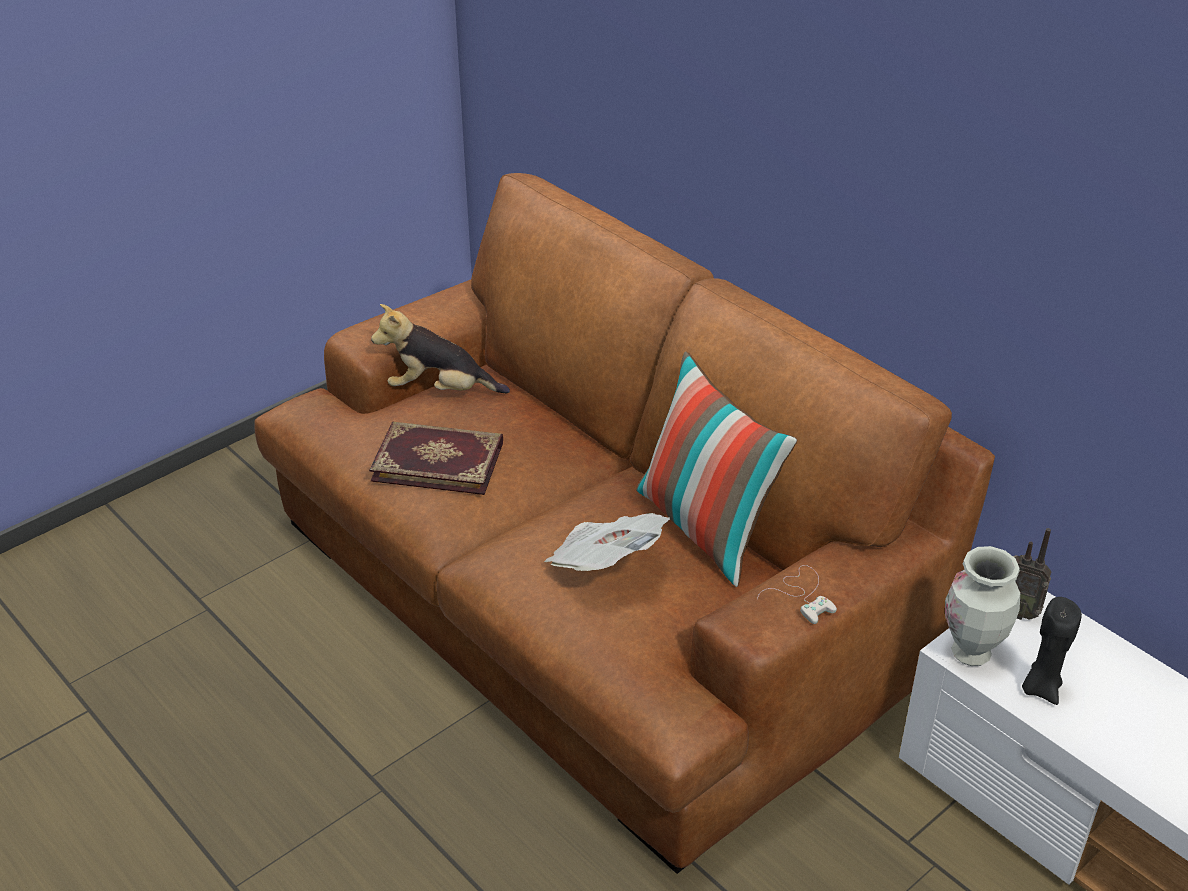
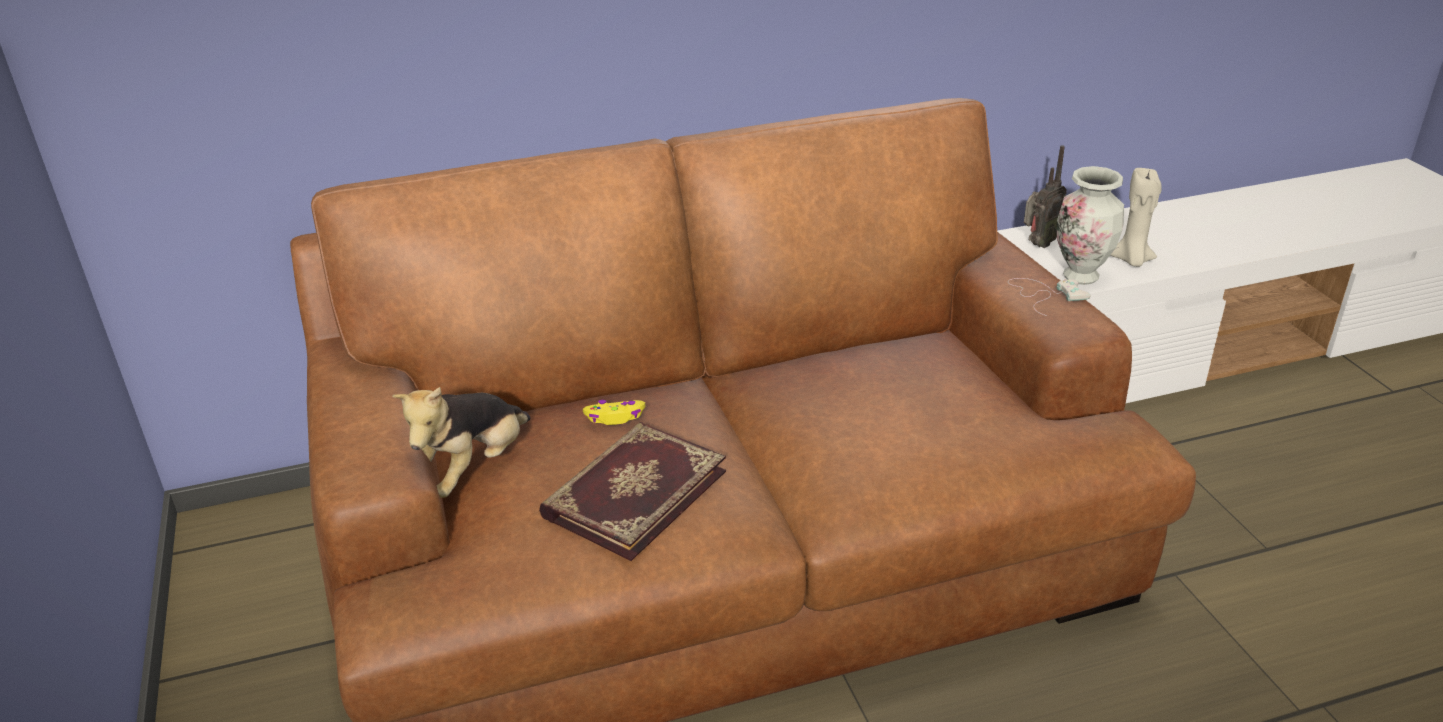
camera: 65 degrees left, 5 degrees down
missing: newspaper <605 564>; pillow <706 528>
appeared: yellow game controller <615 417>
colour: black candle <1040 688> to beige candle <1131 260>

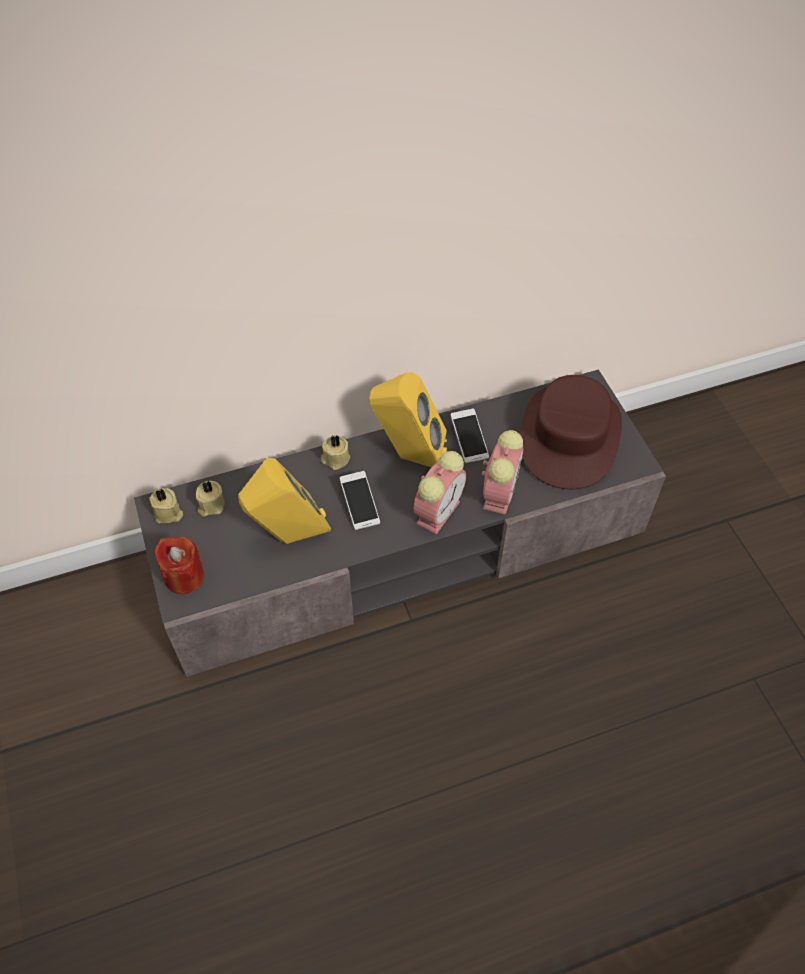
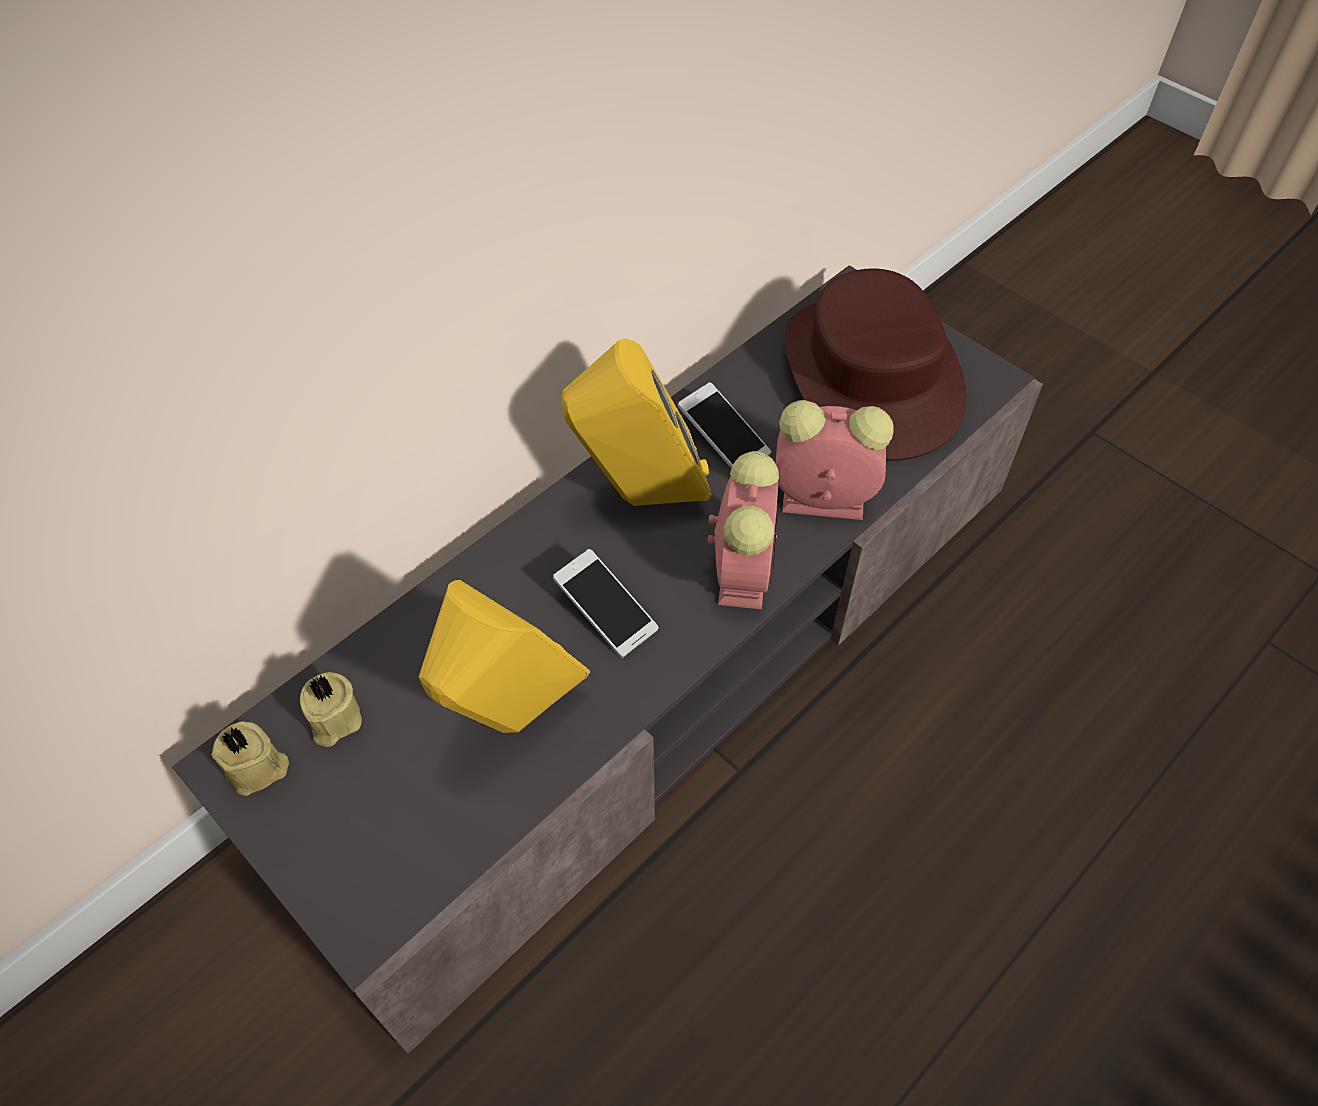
camera: 25 degrees left, 0 degrees up
missing: red candle <184 577>; beige candle <335 459>
spun: alarm clock <499 492> = <819 500> 75 degrees counterclockwise

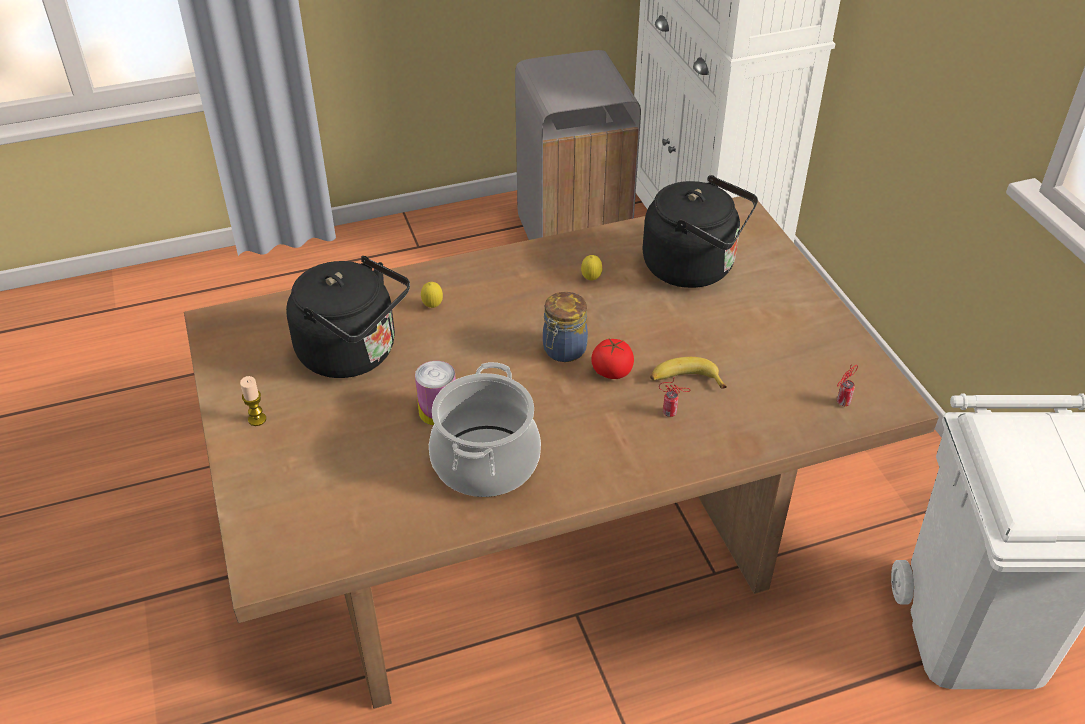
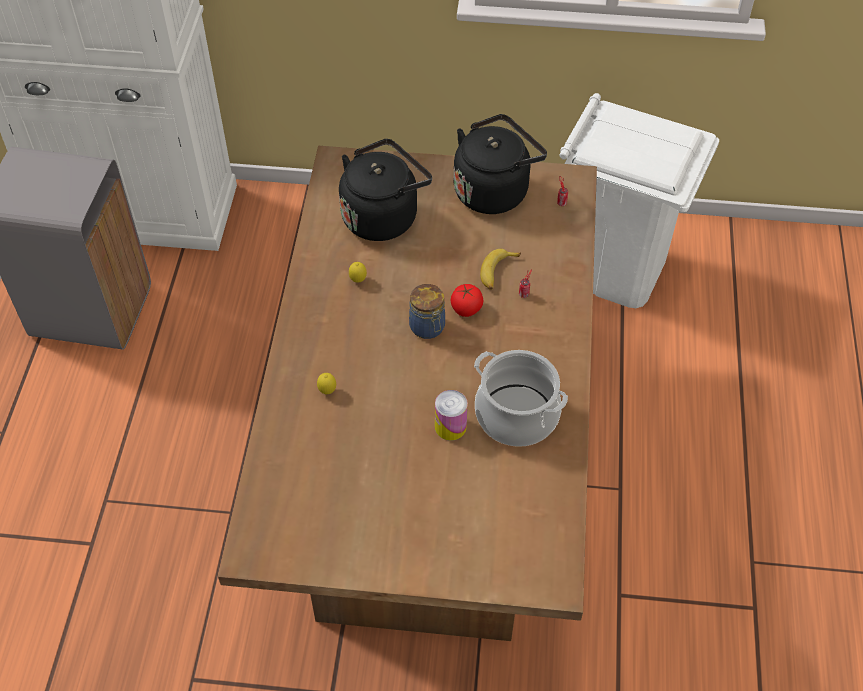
camera: 65 degrees left, 10 degrees up
missing: candle <257 419>
relocated: black kettle <354 353> to <494 190>

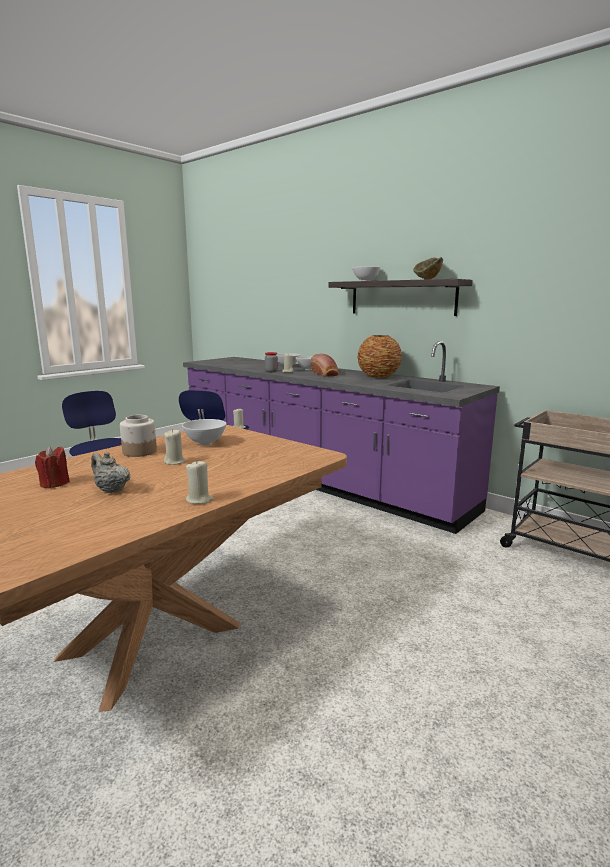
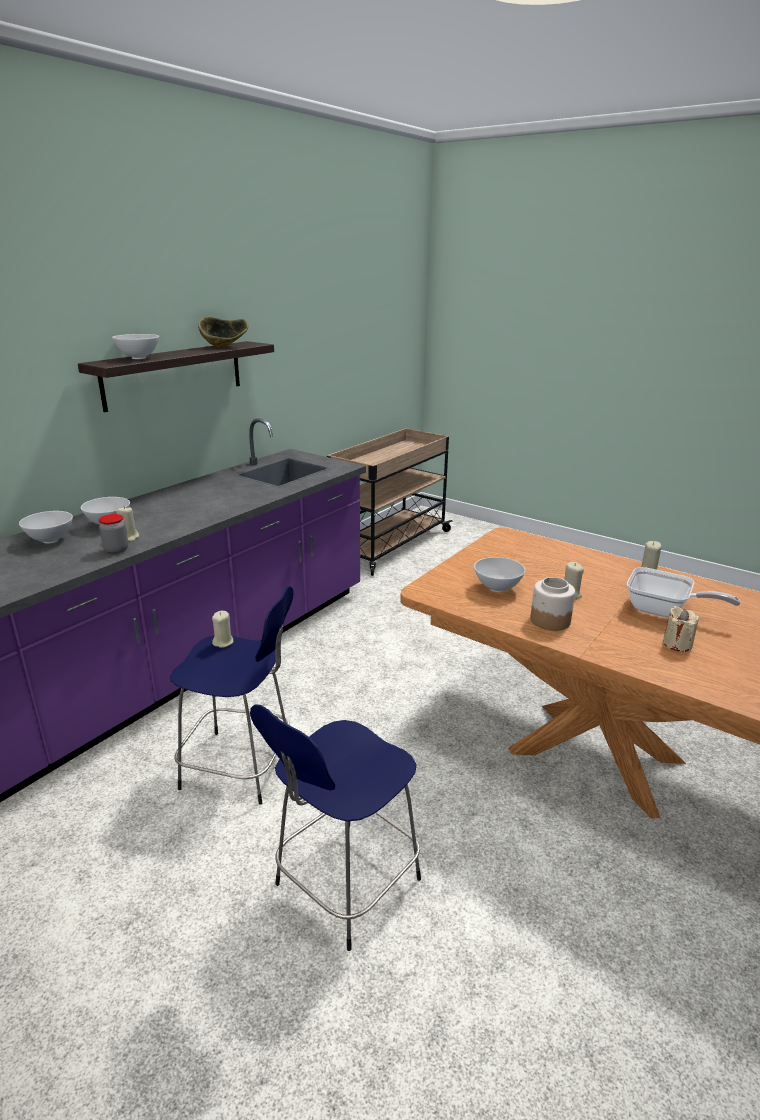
camera: 95 degrees left, 10 degrees up
missing: bread <325 374>; vase <378 376>
exchanged: beige teapot <111 490> to frying pan <663 611>
colour: red candle <54 483> to beige candle <677 644>

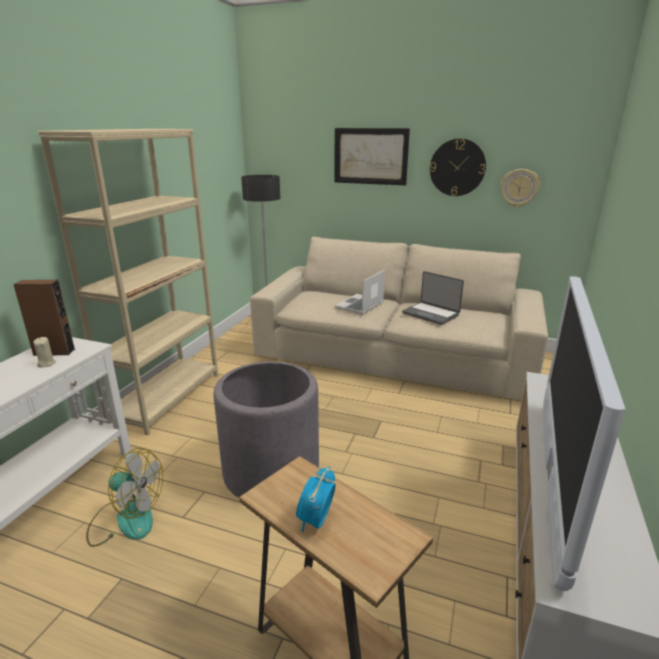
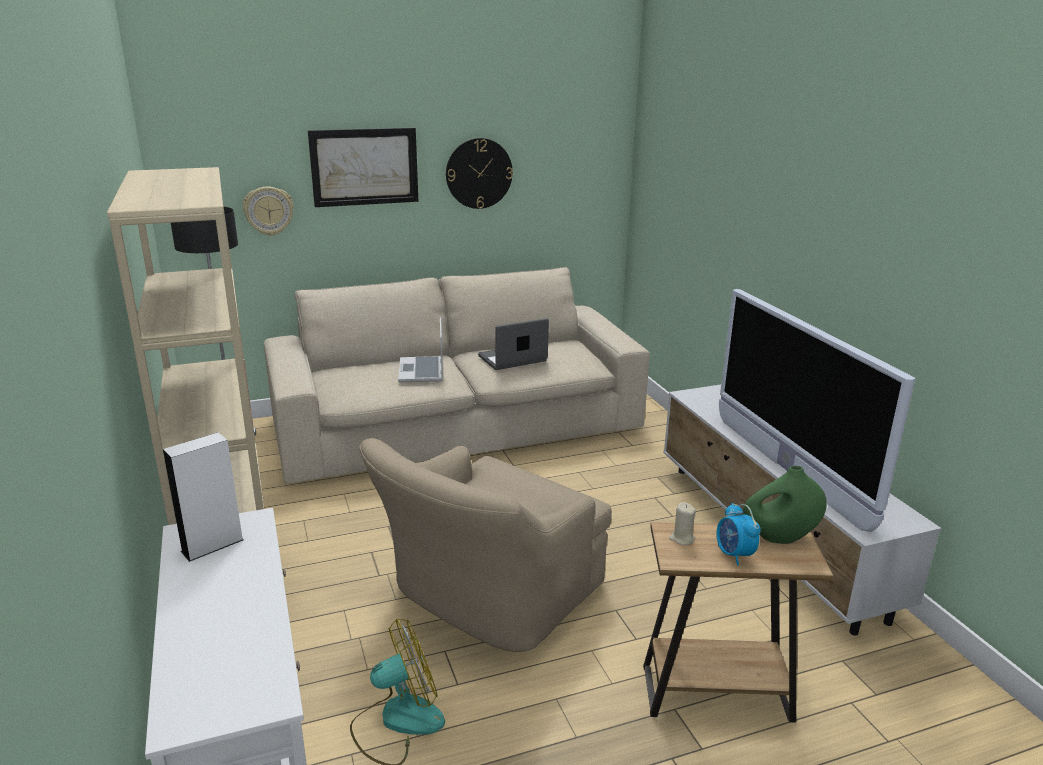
camera: 40 degrees left, 0 degrees up
appeared: green vase <779 537>
relocated: beige candle <46 363> to <682 539>; wall clock <519 188> to <268 211>
exchanged: grey planter <271 471> to beige armchair <487 596>
colour: brown speaker <54 352> to white speaker <212 545>
spun: laptop <431 314> = <513 359> 150 degrees clockwise

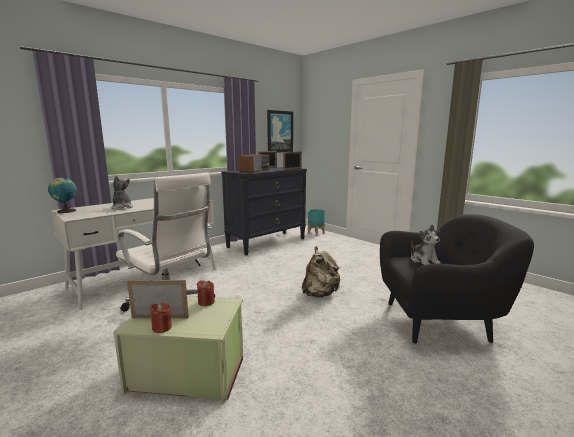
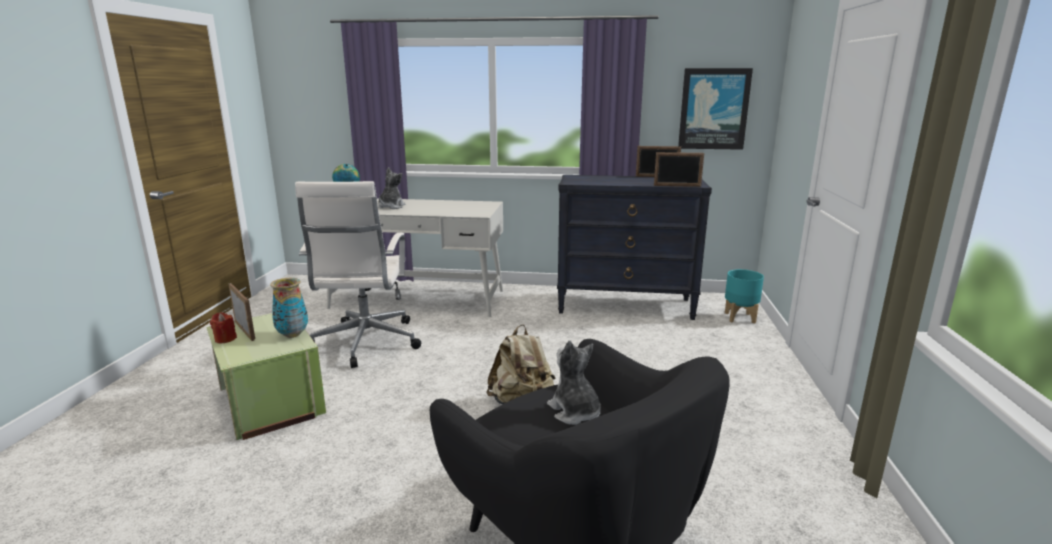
camera: 50 degrees right, 5 degrees up
missing: radio <255 171>
exchanged: red candle <206 302> to vase <292 335>
spun: plush toy <423 260> = <575 412> 120 degrees clockwise

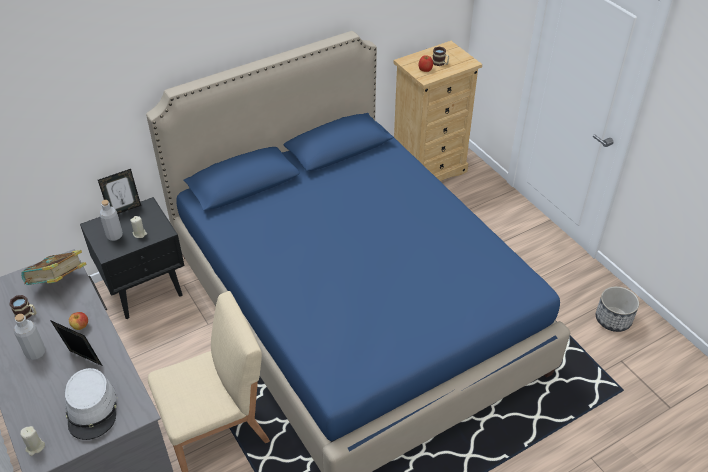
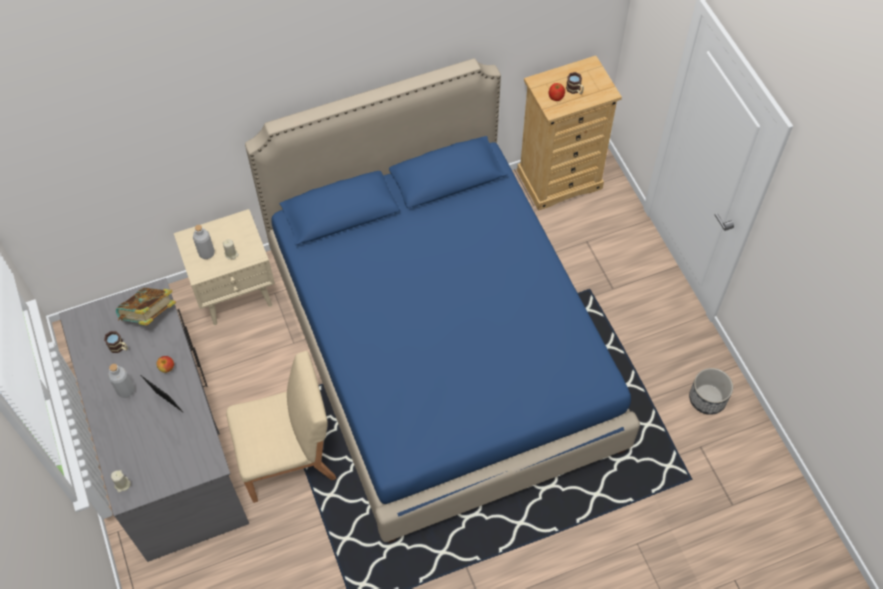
camera: 10 degrees right, 15 degrees up
missing: grey hat <92 409>; picture frame <124 209>
colour: black nightstand <146 289> to beige nightstand <236 293>

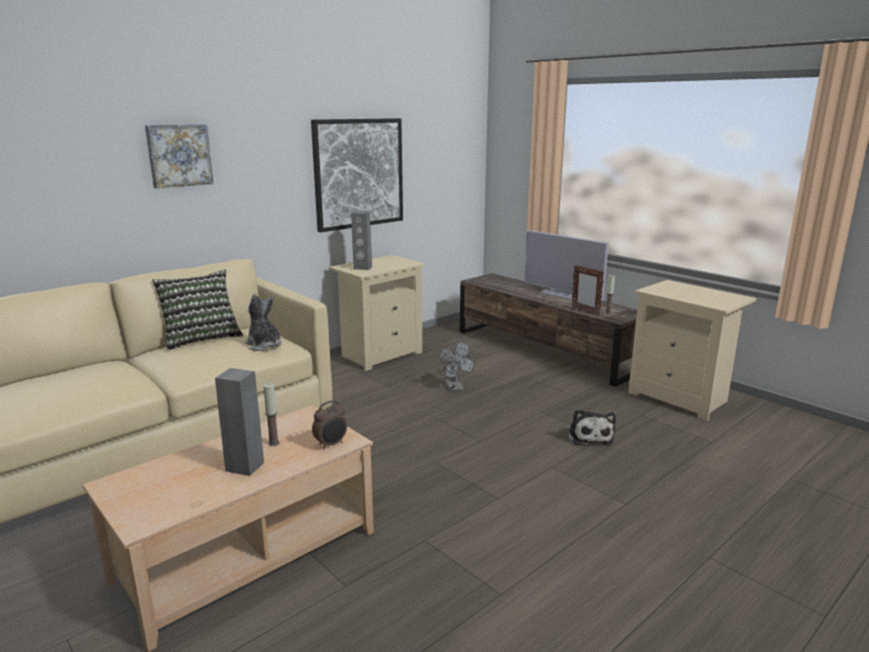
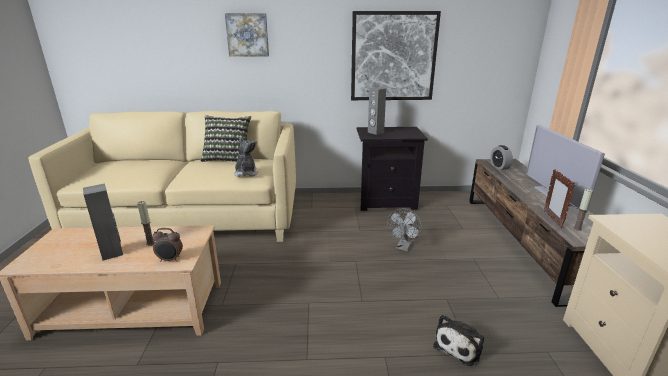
camera: 40 degrees right, 5 degrees up
appeared: alarm clock <499 166>
colour: beige nightstand <380 354> to black nightstand <386 201>

